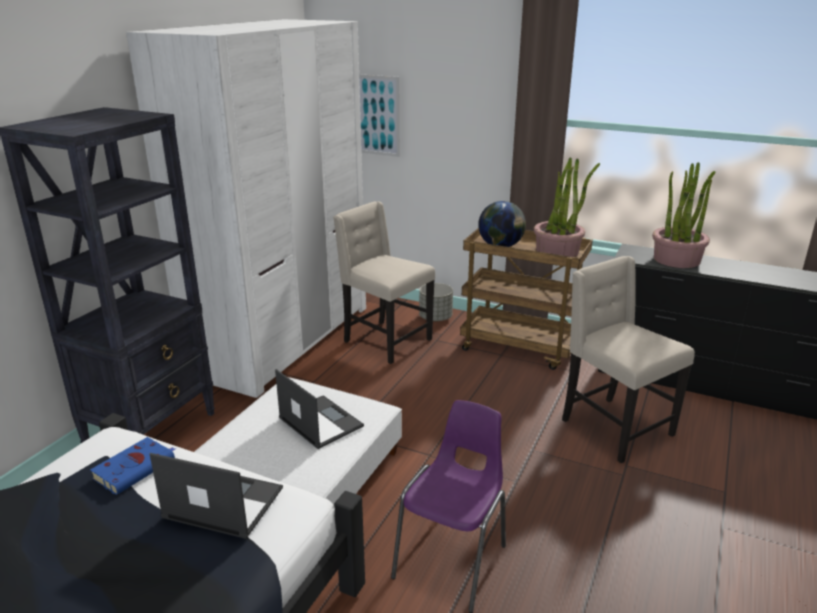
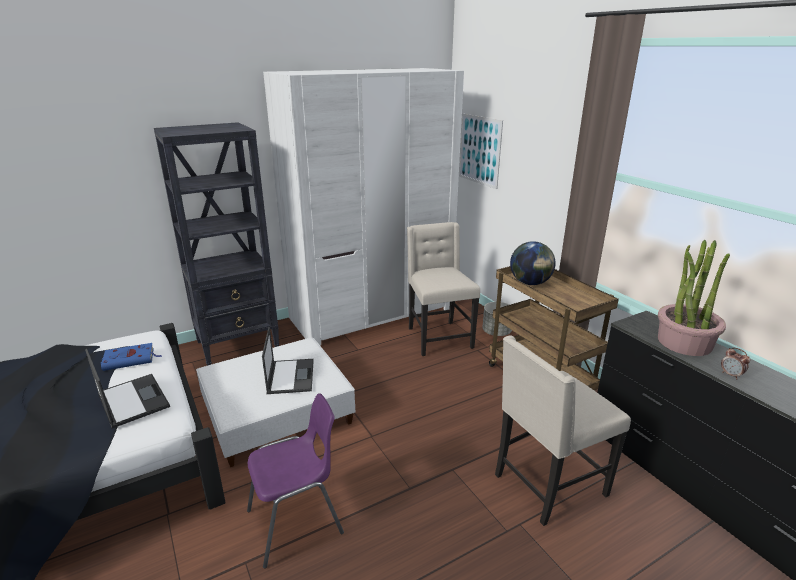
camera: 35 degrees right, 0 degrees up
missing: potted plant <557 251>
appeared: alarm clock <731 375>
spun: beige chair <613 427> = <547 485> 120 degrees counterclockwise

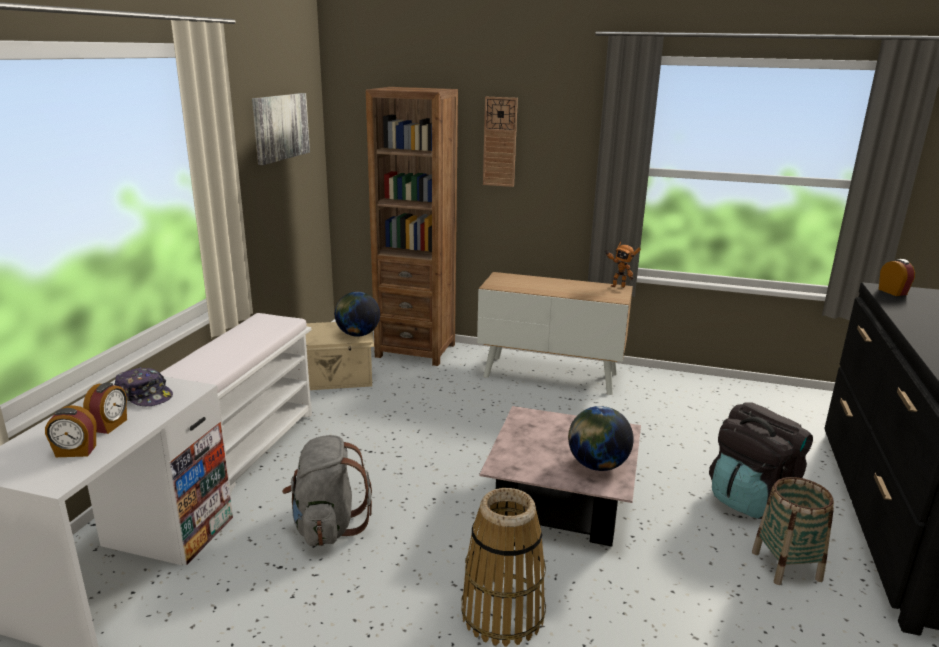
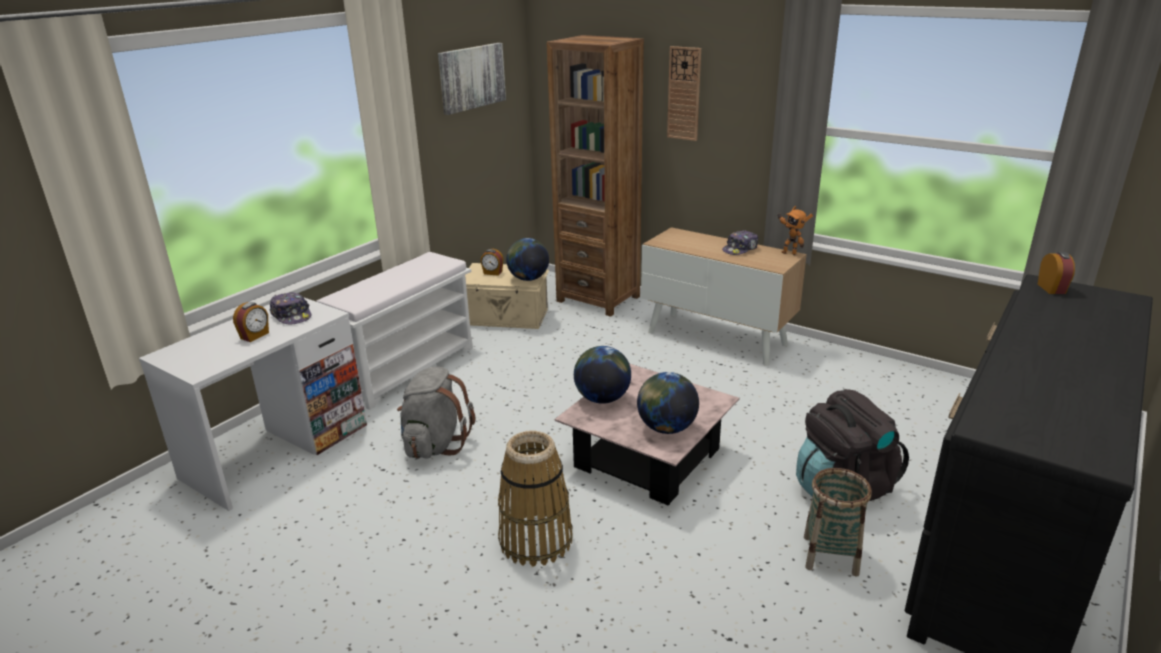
camera: 20 degrees right, 5 degrees up
appeared: globe <602 398>; cap <740 249>
relocated: alarm clock <75 452> to <492 273>

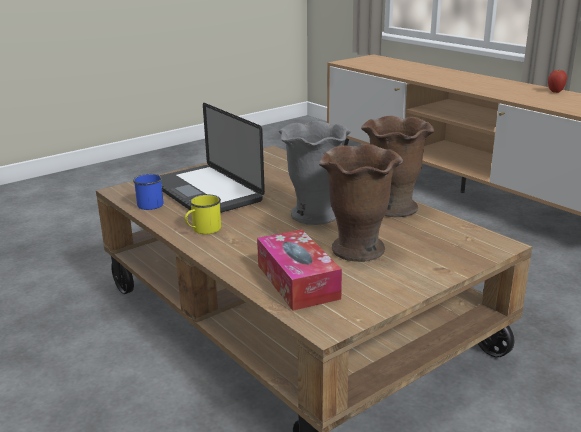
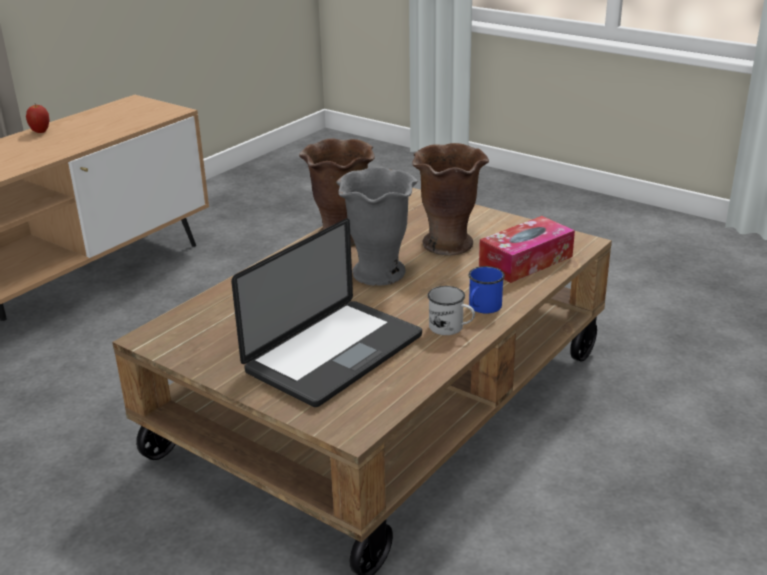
camera: 105 degrees left, 5 degrees up
relocated: blue mug <148 203> to <482 308>
colour: yellow mug <203 230> to white mug <451 328>

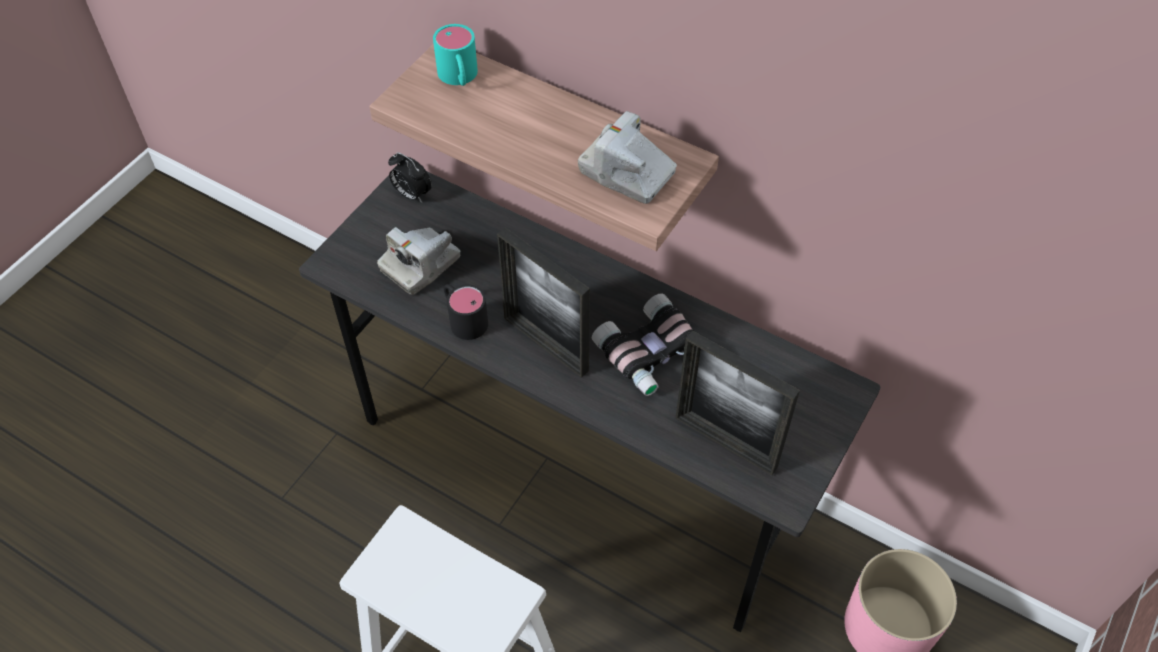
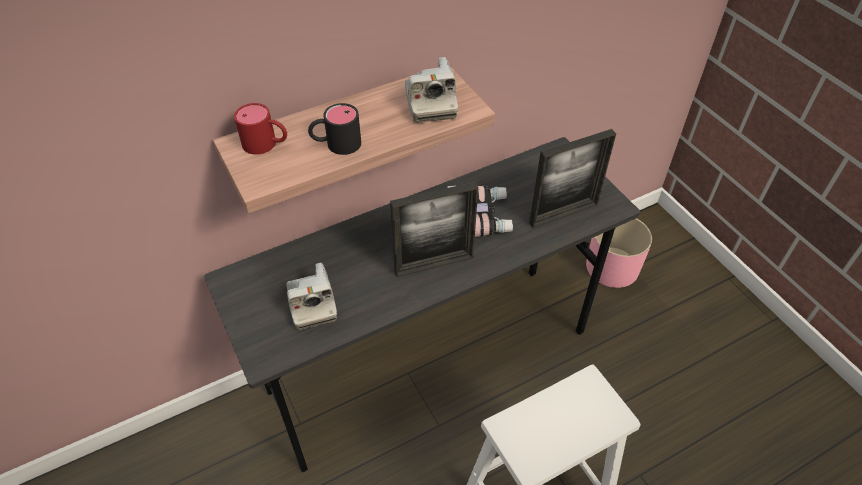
camera: 60 degrees left, 5 degrees down
missing: alarm clock <411 195>
relocated: black mug <463 318> to <336 144>
colour: turquoise mug <459 78> to red mug <266 144>
spun: photo camera <627 172> = <430 103> 75 degrees counterclockwise

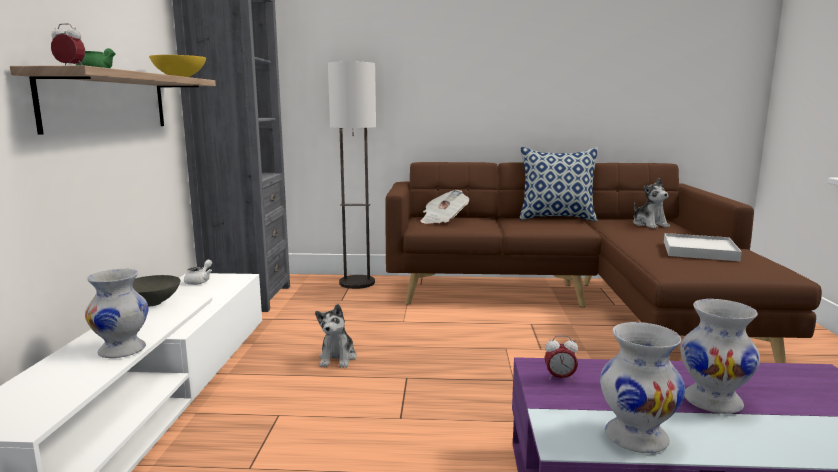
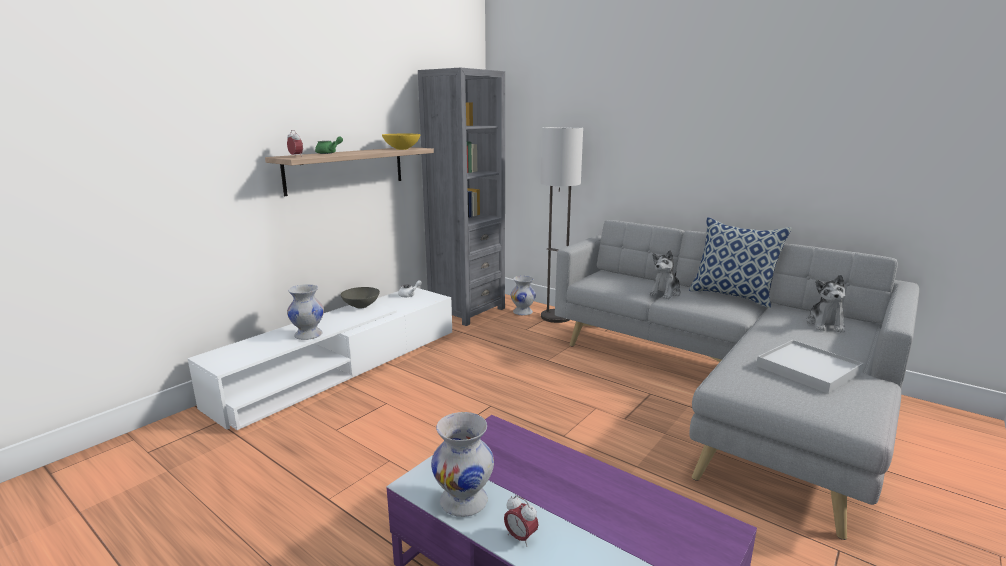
camera: 35 degrees right, 5 degrees up
missing: newspaper <443 220>
relocated: plush toy <338 358> to <665 293>; alarm clock <559 378> to <520 537>; white vase <711 401> to <522 312>
colour: brown sofa <582 307> to grey sofa <726 392>

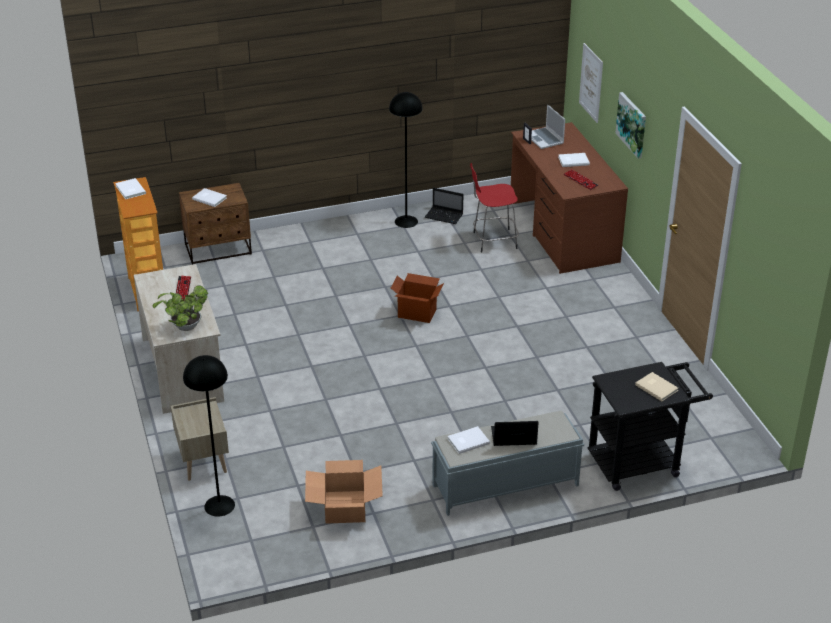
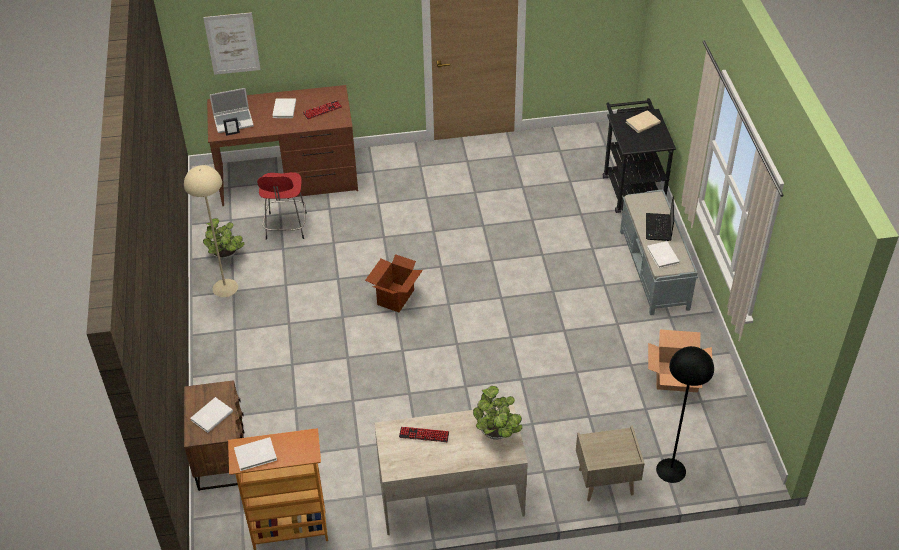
camera: 80 degrees left, 10 degrees up
missing: picture <632 124>
exchanged: laptop <444 216> to potted plant <226 256>
colour: black floor lamp <406 221> to beige floor lamp <225 287>

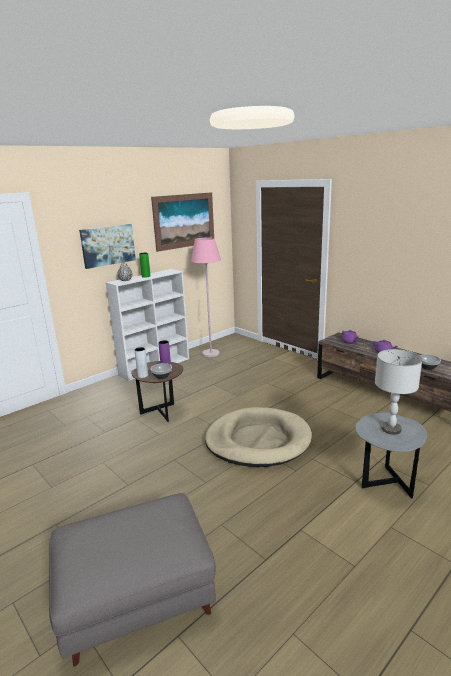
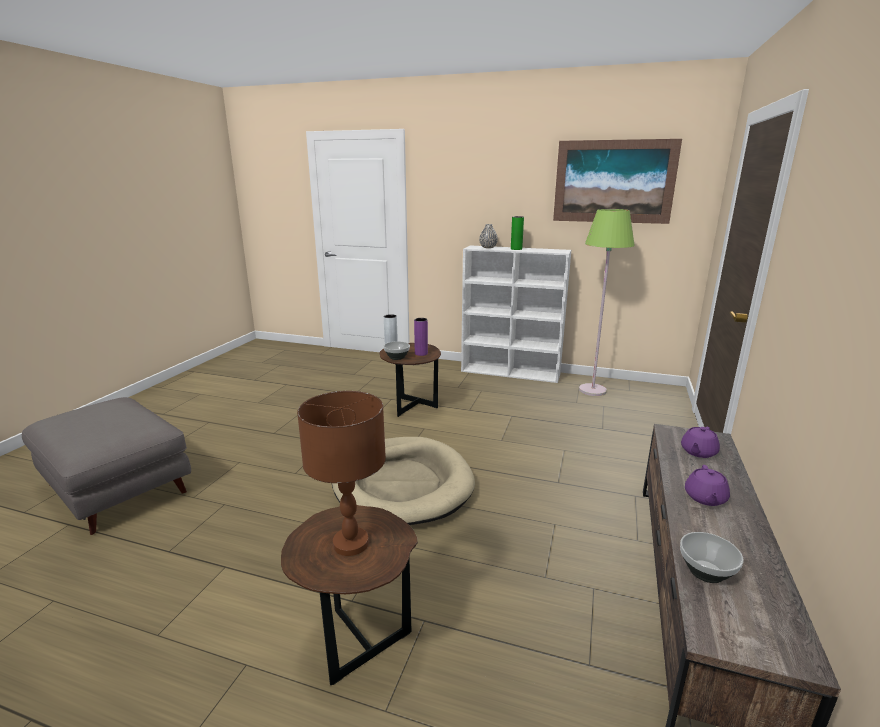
camera: 60 degrees right, 0 degrees up
missing: picture <108 245>
colour: pink floor lamp <211 353> to green floor lamp <592 390>; grey side table <384 485> to brown side table <356 639>; grey table lamp <391 429> to brown table lamp <351 543>

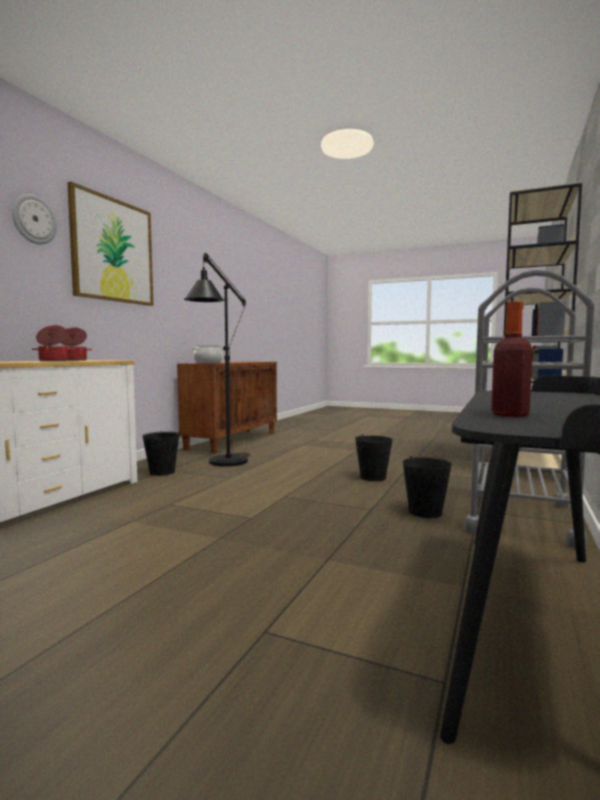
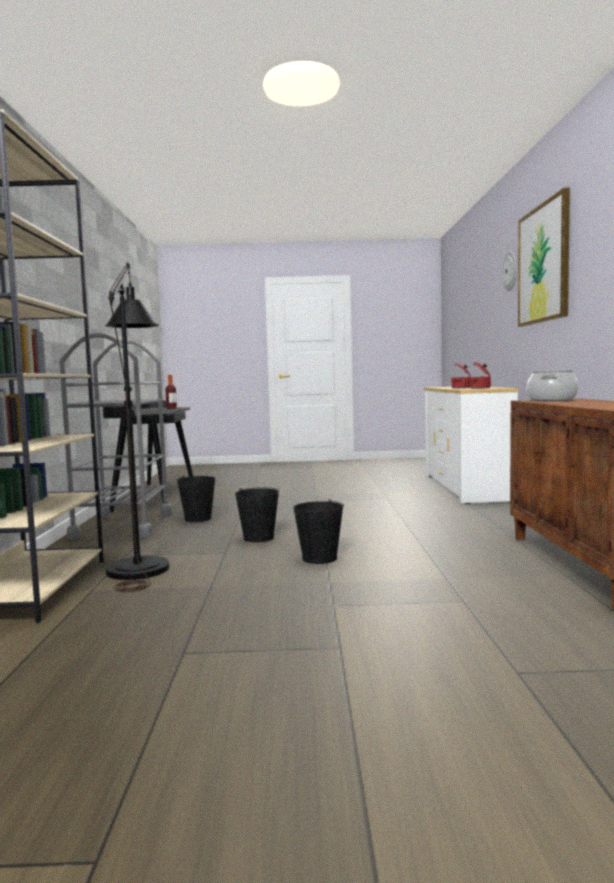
camera: 155 degrees right, 0 degrees up
relocated: black bucket <162 472> to <319 558>; black floor lamp <223 464> to <140 564>

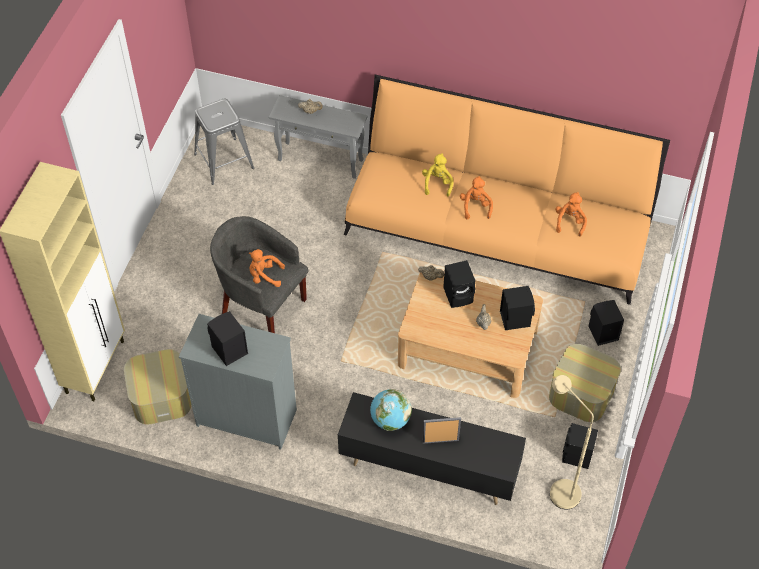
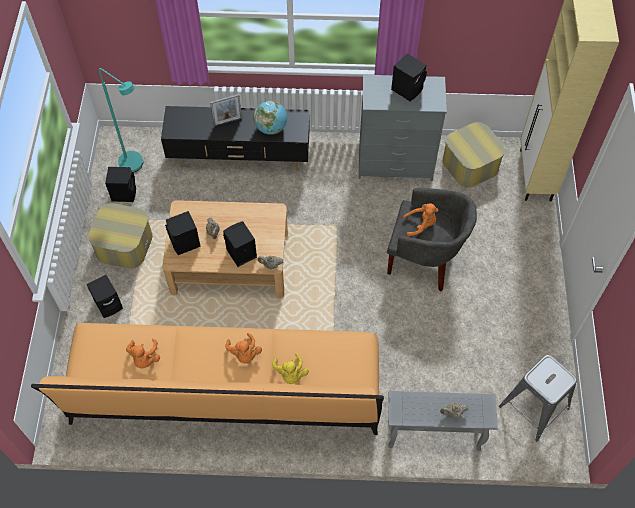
camera: 165 degrees right, 5 degrees up
colour: beige floor lamp <559 488> to turquoise floor lamp <136 166>

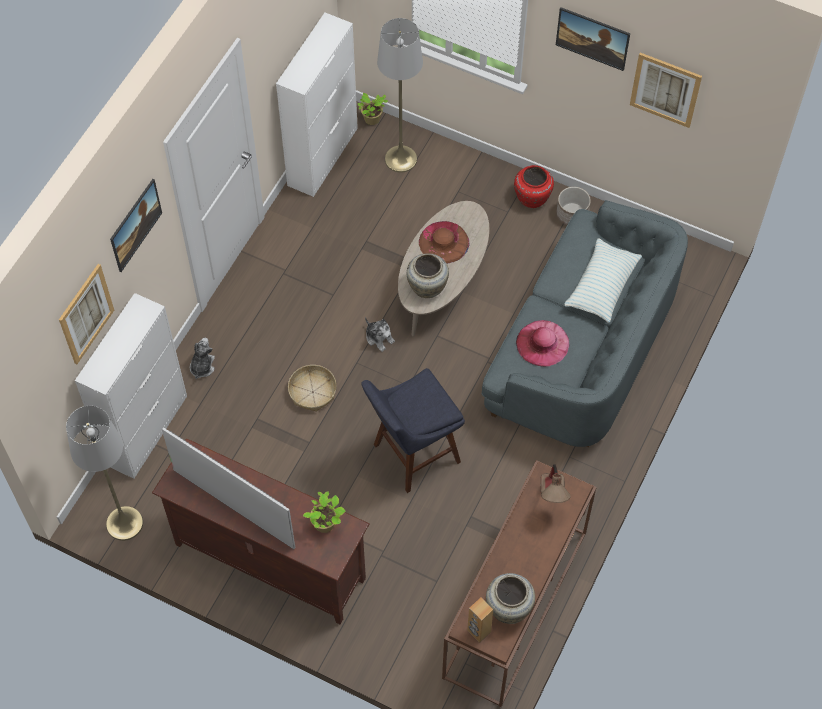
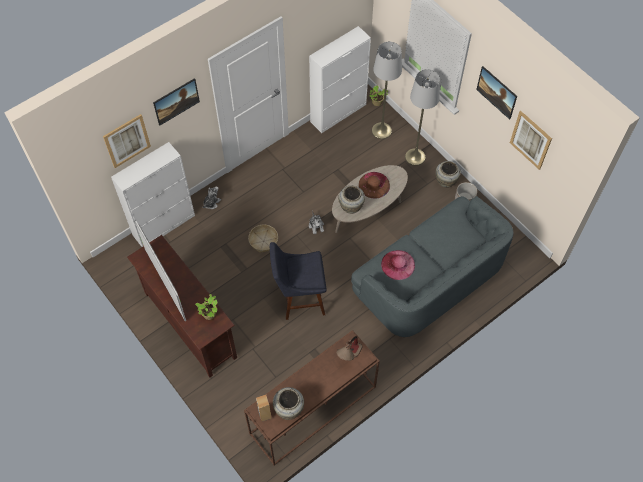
camera: 25 degrees right, 0 degrees up
missing: pillow <602 287>
relocated: grey floor lamp <124 523> to <415 157>
colour: red vase <532 198> to beige vase <446 181>

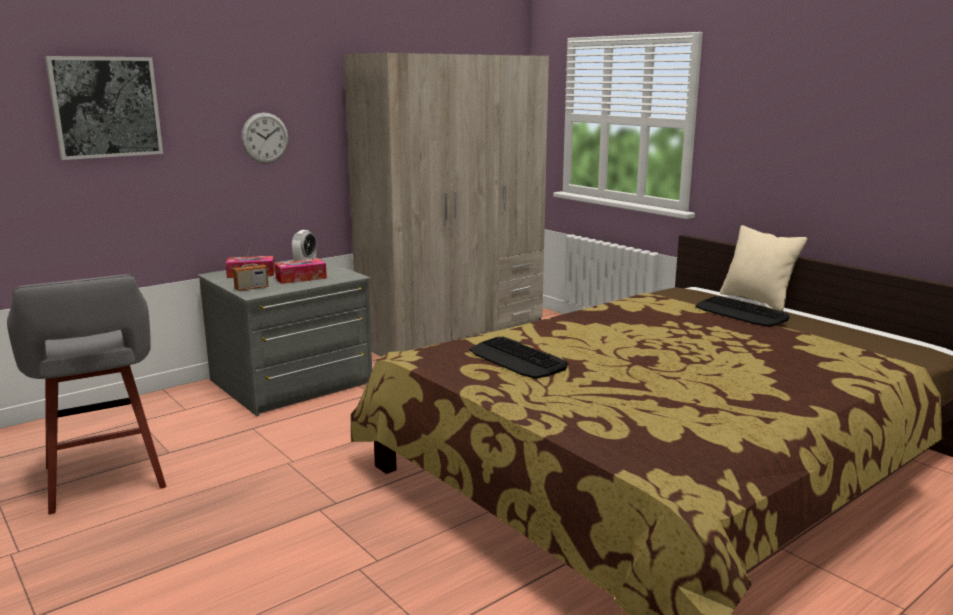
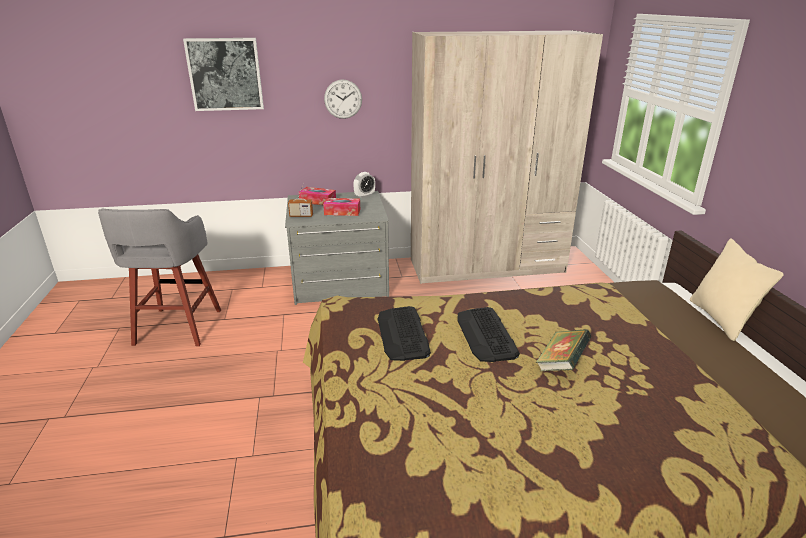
camera: 30 degrees right, 10 degrees up
appeared: book <561 364>
relocated: keyboard <741 313> to <486 335>

